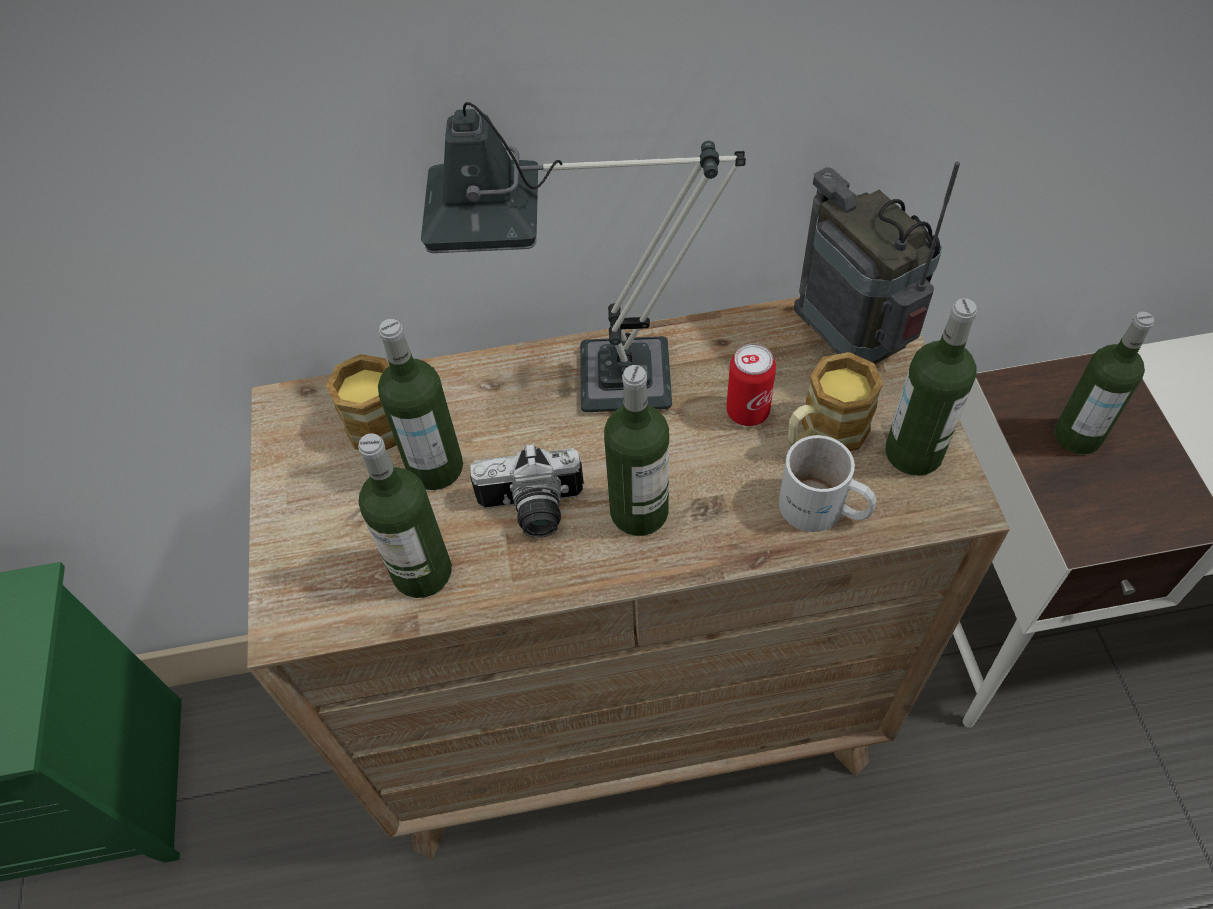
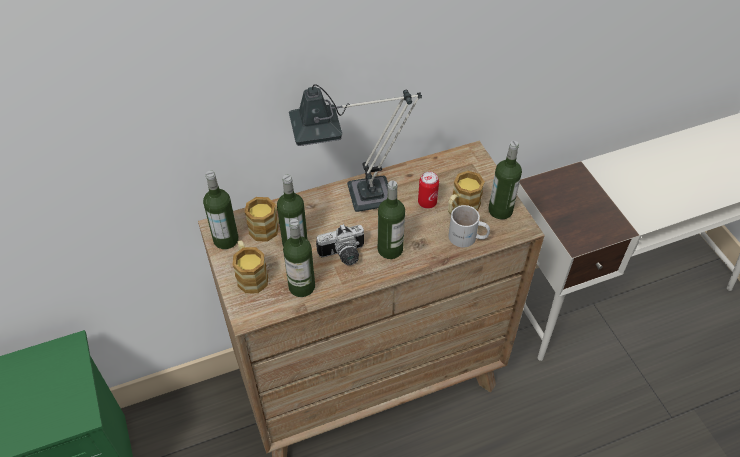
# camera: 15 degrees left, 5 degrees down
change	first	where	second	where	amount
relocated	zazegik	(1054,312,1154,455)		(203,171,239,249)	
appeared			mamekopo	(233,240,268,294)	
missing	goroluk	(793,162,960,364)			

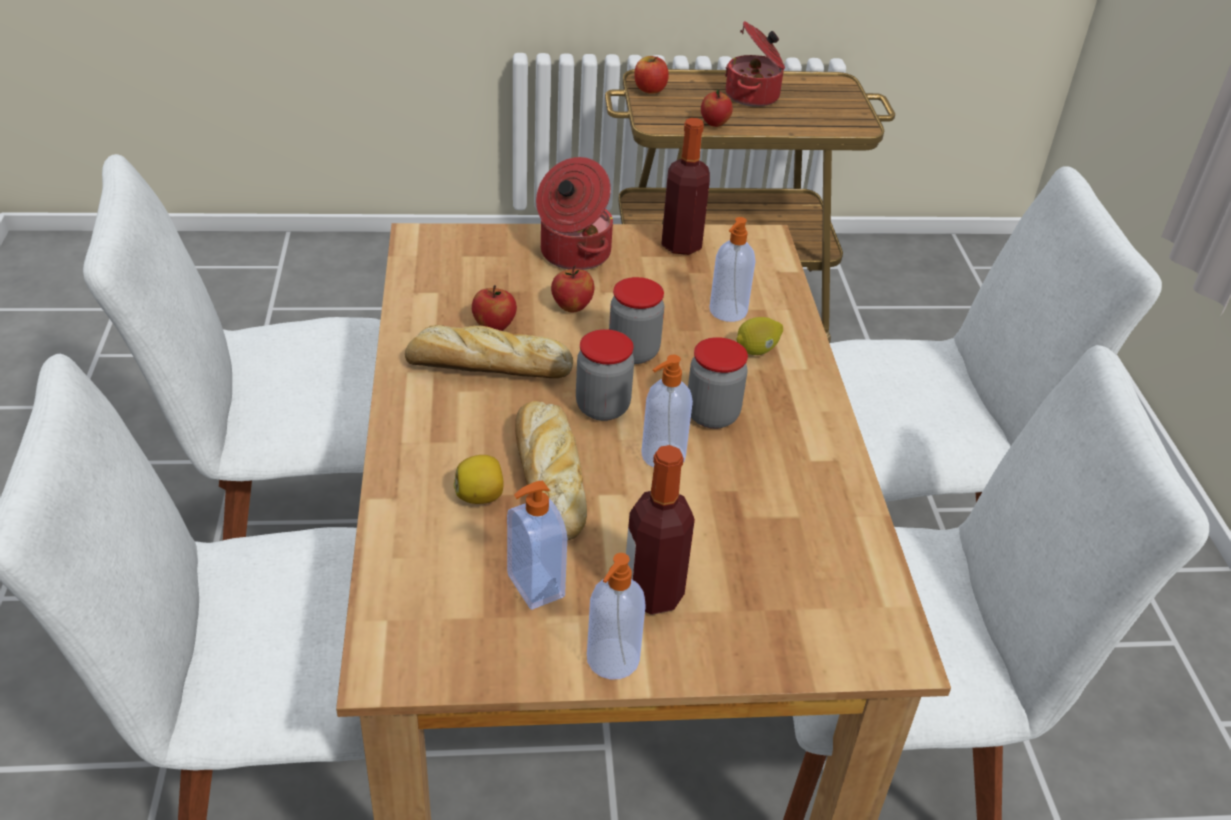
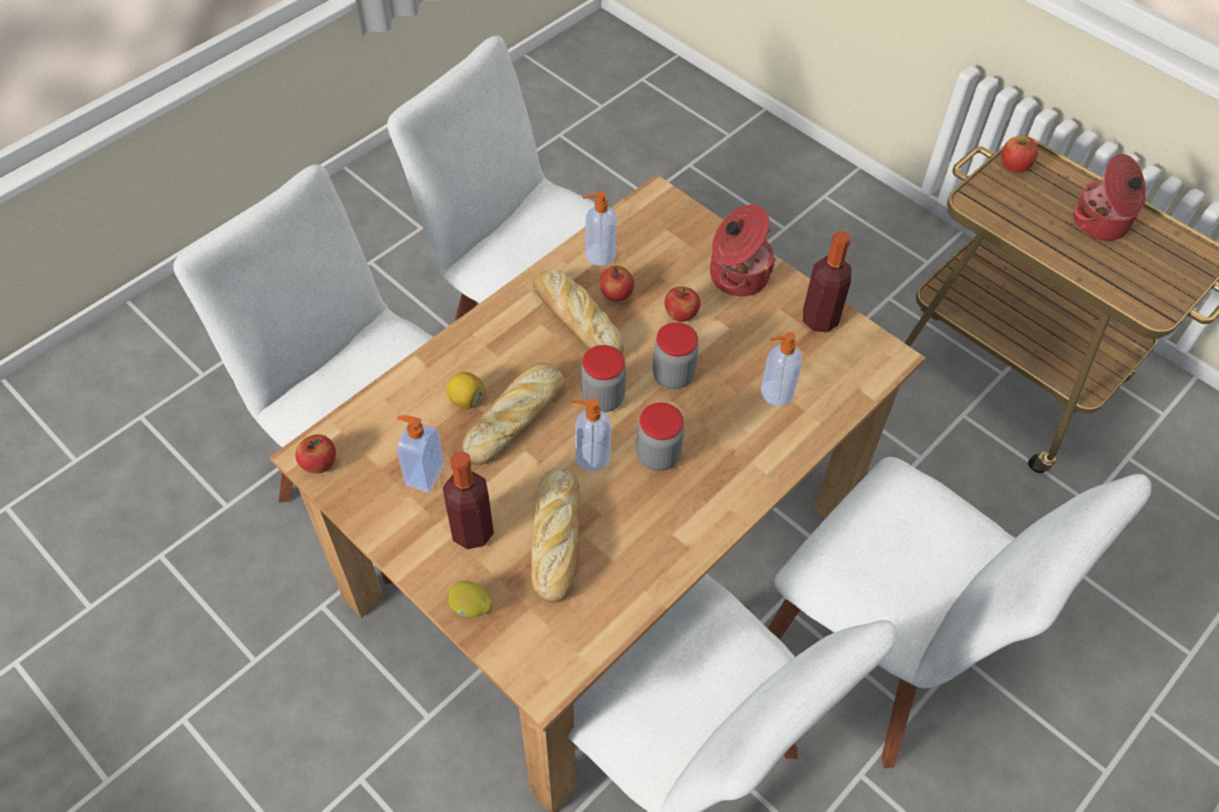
# camera: 50 degrees right, 15 degrees up
change	first	where	second	where	amount
relocated	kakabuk	(701,89,733,127)		(295,434,336,473)	
relocated	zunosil	(736,317,783,355)		(448,581,493,618)	
appeared			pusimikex	(531,468,580,603)	
relocated	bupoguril	(587,553,646,680)		(582,191,617,266)	

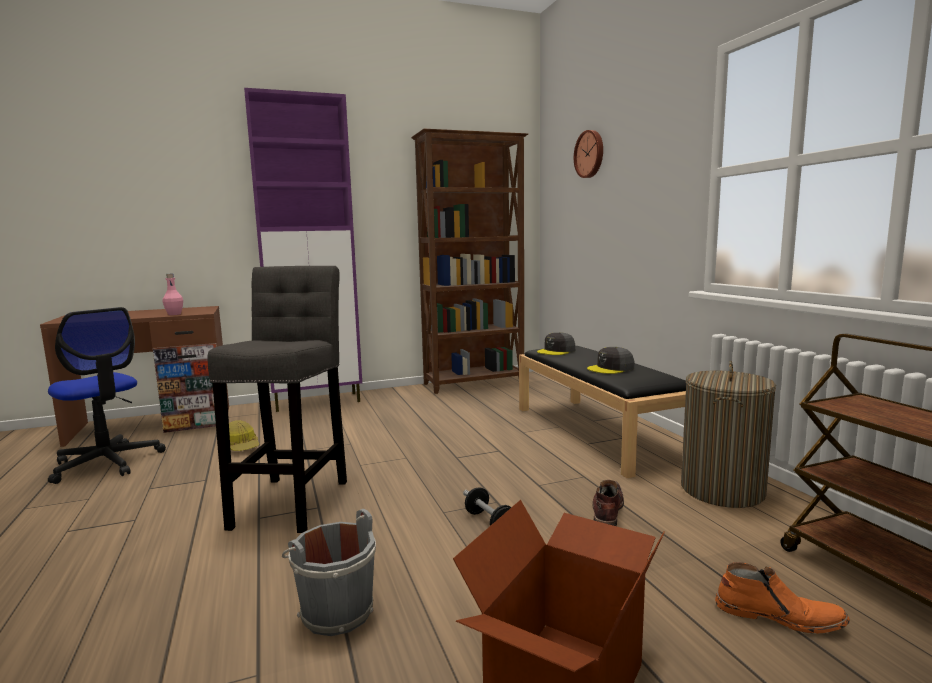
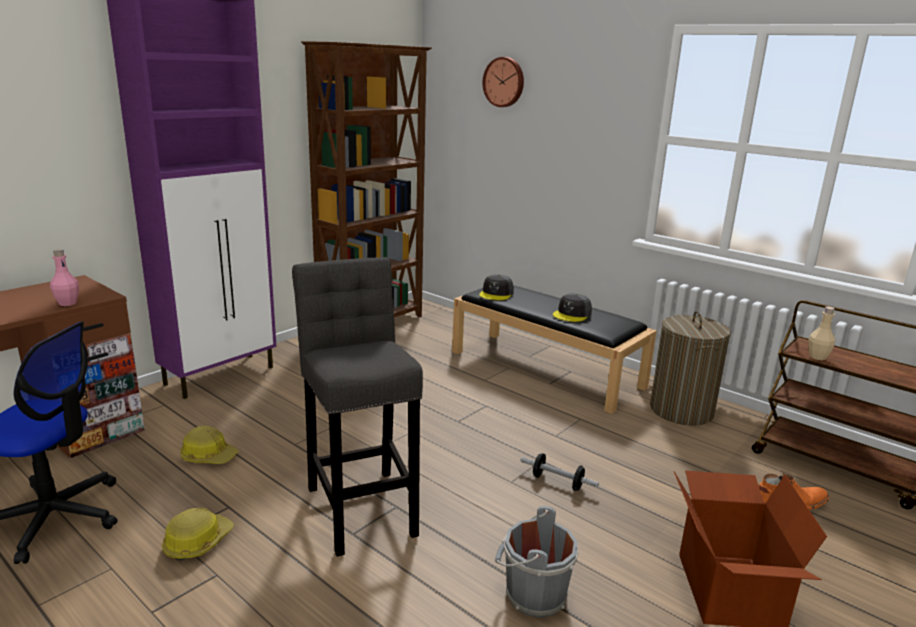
# camera: 30 degrees left, 10 degrees up
change	first	where	second	where	amount
appeared			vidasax	(162,508,234,560)	
appeared			beige zazegik	(808,306,835,360)	
missing	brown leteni	(592,480,624,526)			

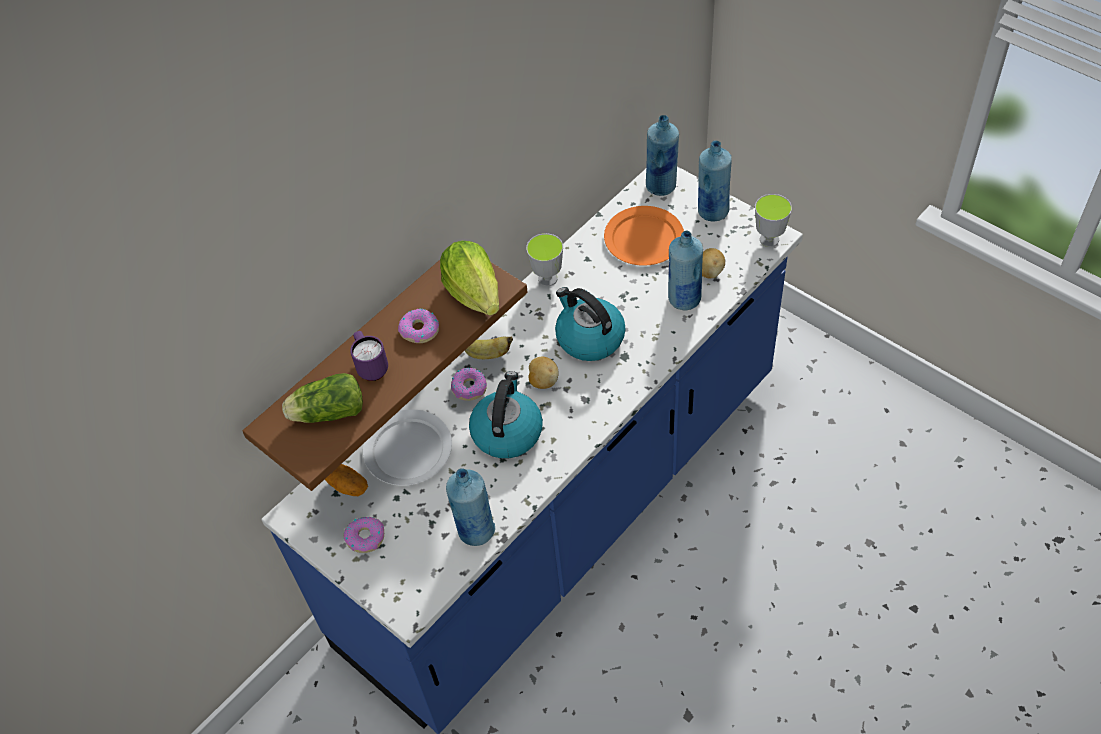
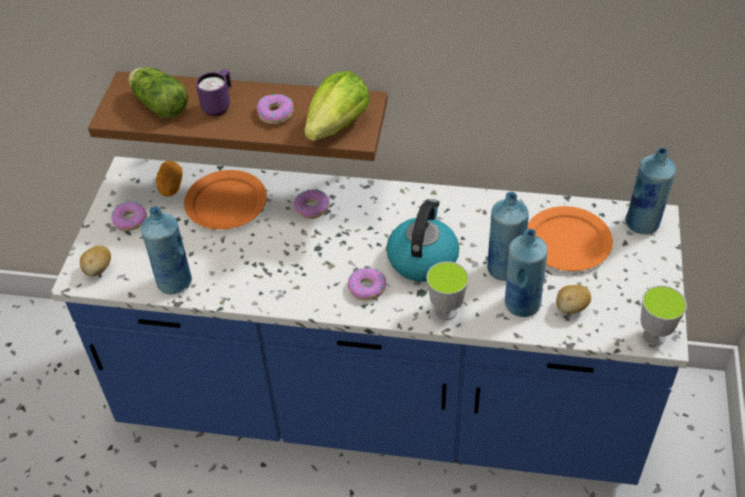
# camera: 55 degrees right, 5 degrees down
change	first	where	second	where	amount
relocated	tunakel	(529,357,559,389)		(80,245,111,277)	
colour	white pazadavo	(363,410,452,486)	orange pazadavo	(184,170,267,230)	
appeared			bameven	(348,267,386,301)	
relocated	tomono	(526,233,563,286)		(427,261,469,320)	
relocated	blue zazegik	(698,141,732,222)		(487,192,529,281)	
missing	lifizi	(465,336,513,359)			
missing	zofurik	(469,371,543,458)			

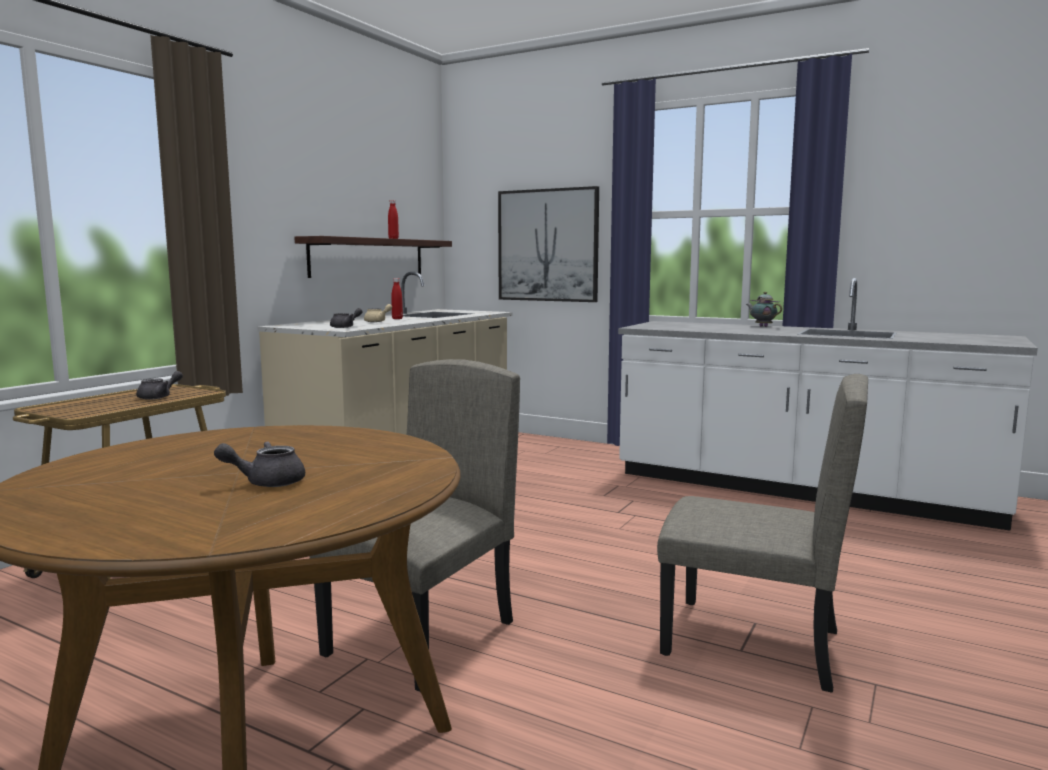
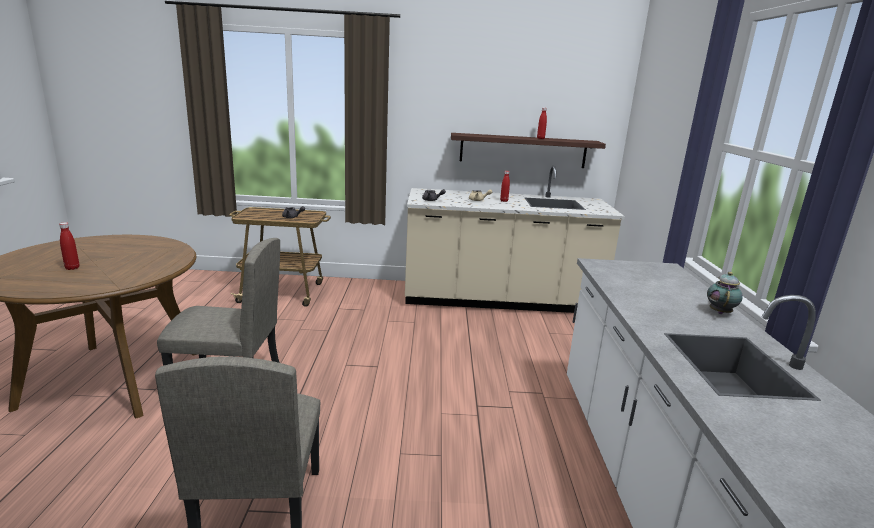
# camera: 60 degrees right, 10 degrees up
change	first	where	second	where	amount
exchanged	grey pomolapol	(214,441,305,487)	red zazegik	(59,222,79,270)	
missing	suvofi	(498,186,599,302)			

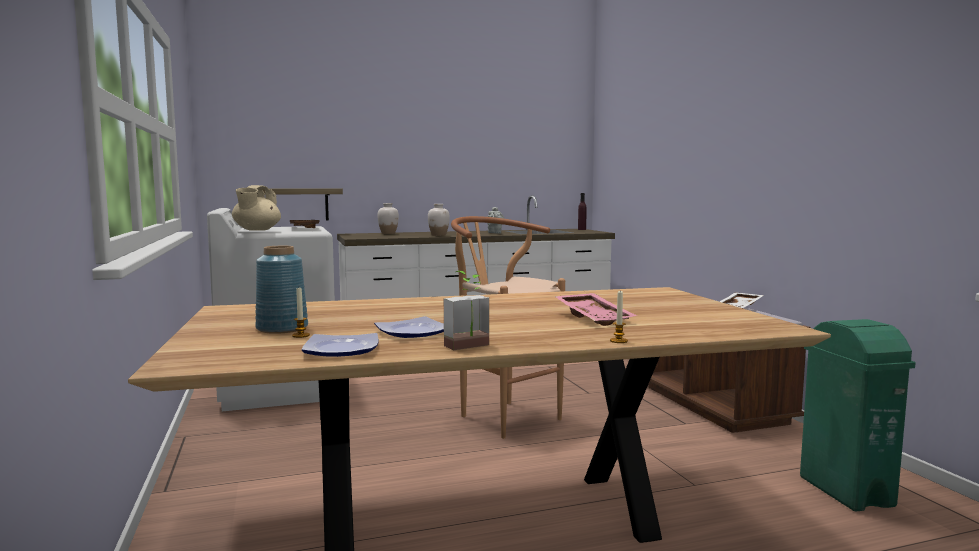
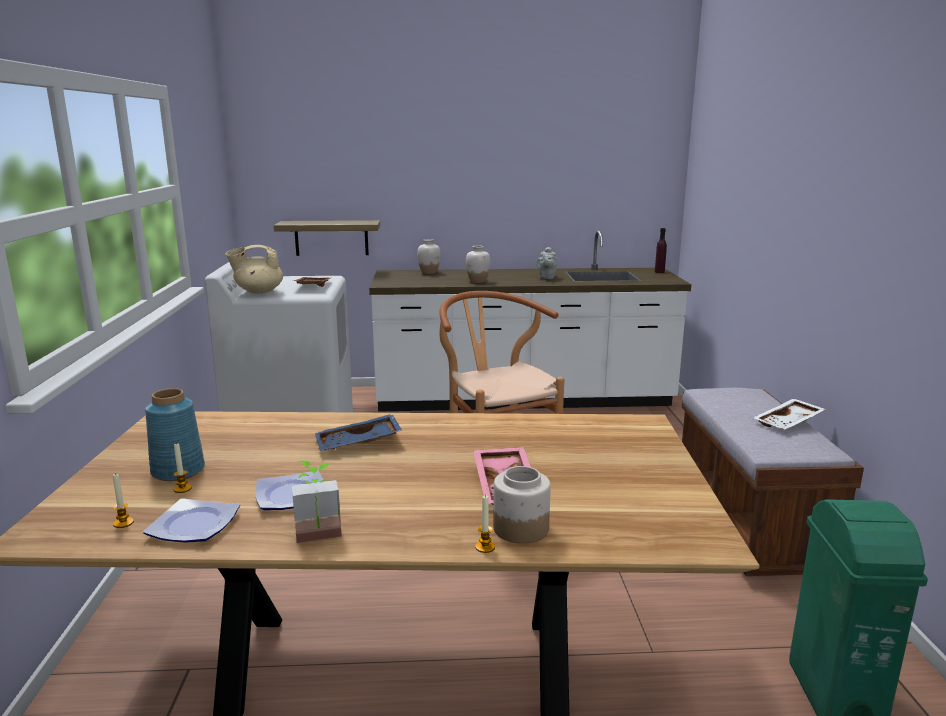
# camera: 15 degrees right, 10 degrees up
change	first	where	second	where	amount
appeared			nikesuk	(113,473,134,528)	
spun	beige pomolapol	(232,185,281,231)		(225,245,283,294)	45 degrees clockwise
appeared			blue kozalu	(315,414,402,451)	
appeared			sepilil	(493,466,551,544)	

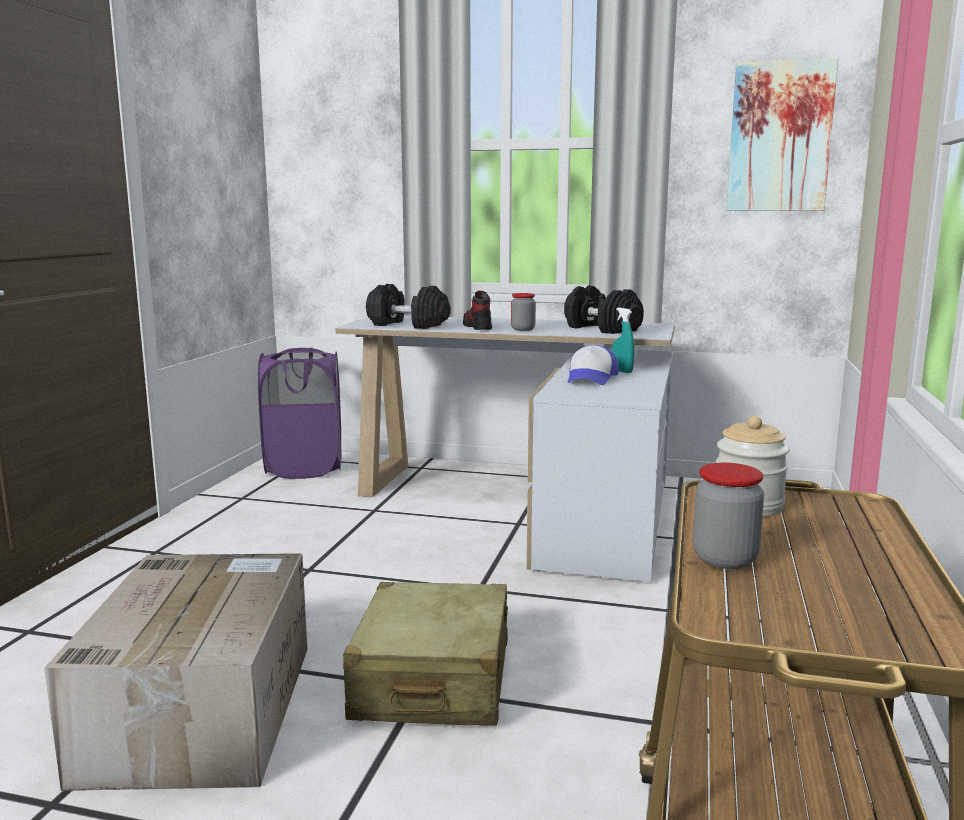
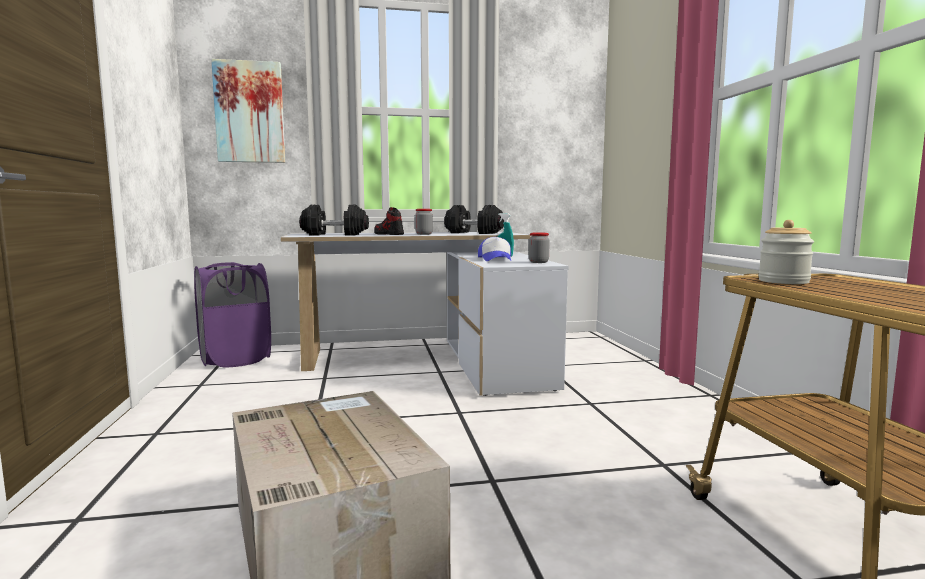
# camera: 25 degrees left, 5 degrees down
change	first	where	second	where	amount
relocated	suvofi	(727,58,838,211)		(211,59,285,163)	
relocated	sepilil	(693,462,764,569)		(529,232,550,263)	
missing	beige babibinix	(343,582,508,726)			

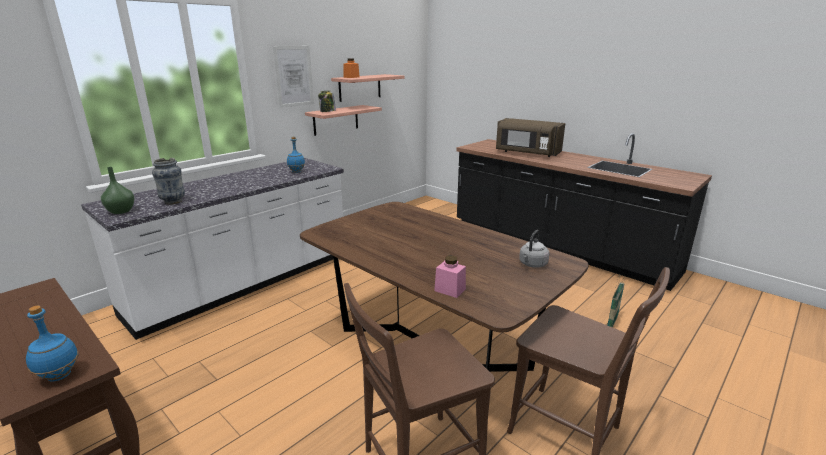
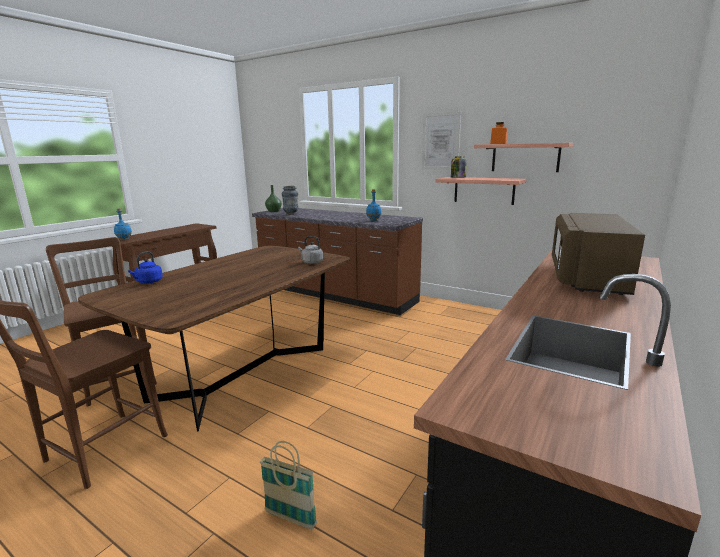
# camera: 80 degrees right, 5 degrees down
change	first	where	second	where	amount
exchanged	pink sepilil	(434,255,466,298)	blue zofurik	(128,251,163,284)	
colour	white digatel	(81,158,344,340)	brown digatel	(252,208,423,315)	
relocated	grey zofurik	(519,230,550,268)		(298,236,323,264)	

